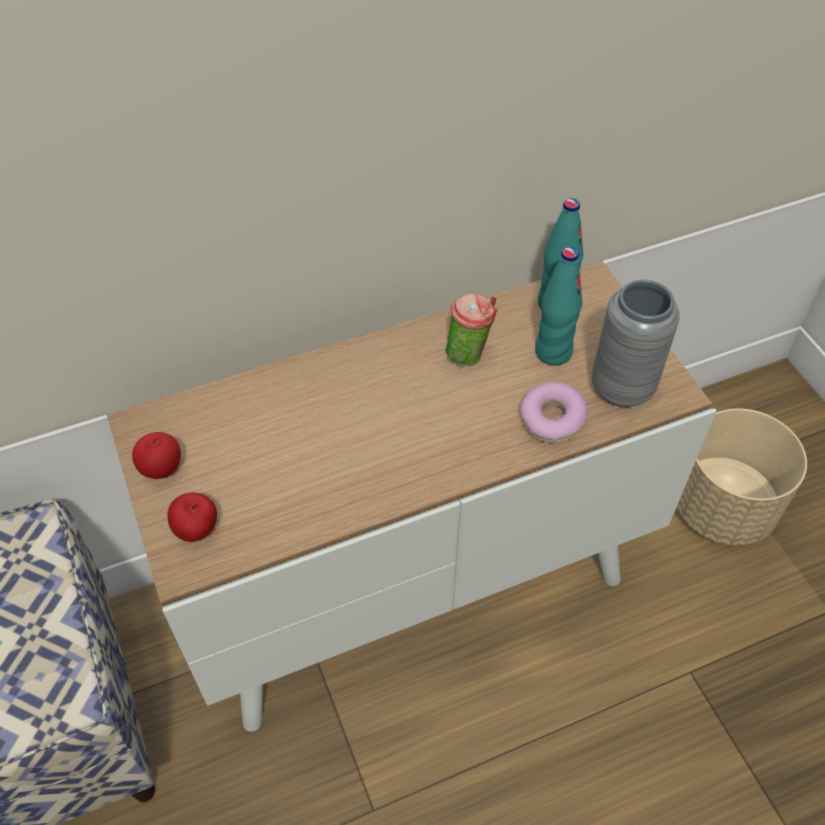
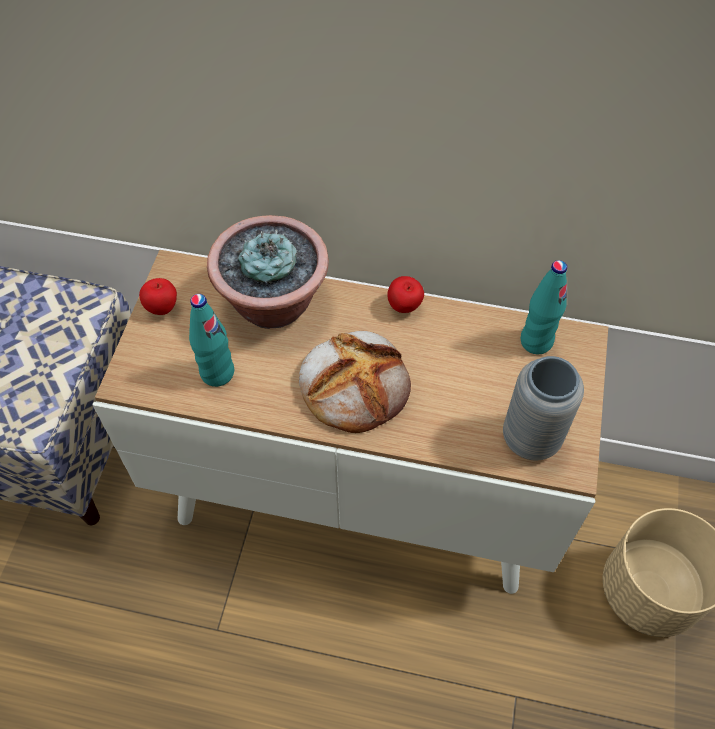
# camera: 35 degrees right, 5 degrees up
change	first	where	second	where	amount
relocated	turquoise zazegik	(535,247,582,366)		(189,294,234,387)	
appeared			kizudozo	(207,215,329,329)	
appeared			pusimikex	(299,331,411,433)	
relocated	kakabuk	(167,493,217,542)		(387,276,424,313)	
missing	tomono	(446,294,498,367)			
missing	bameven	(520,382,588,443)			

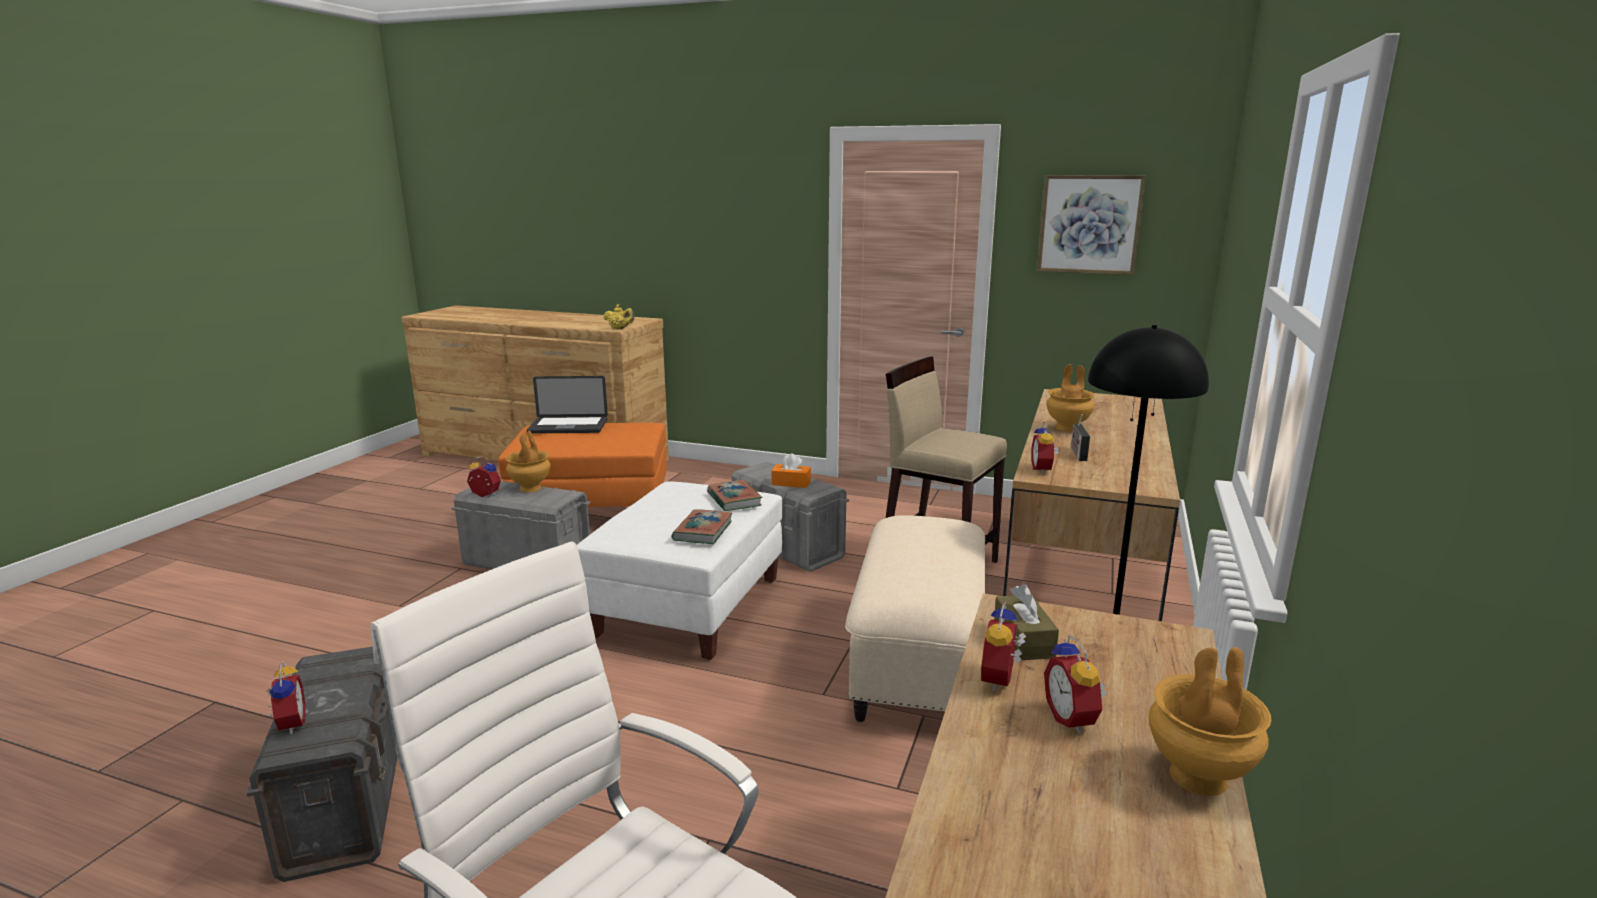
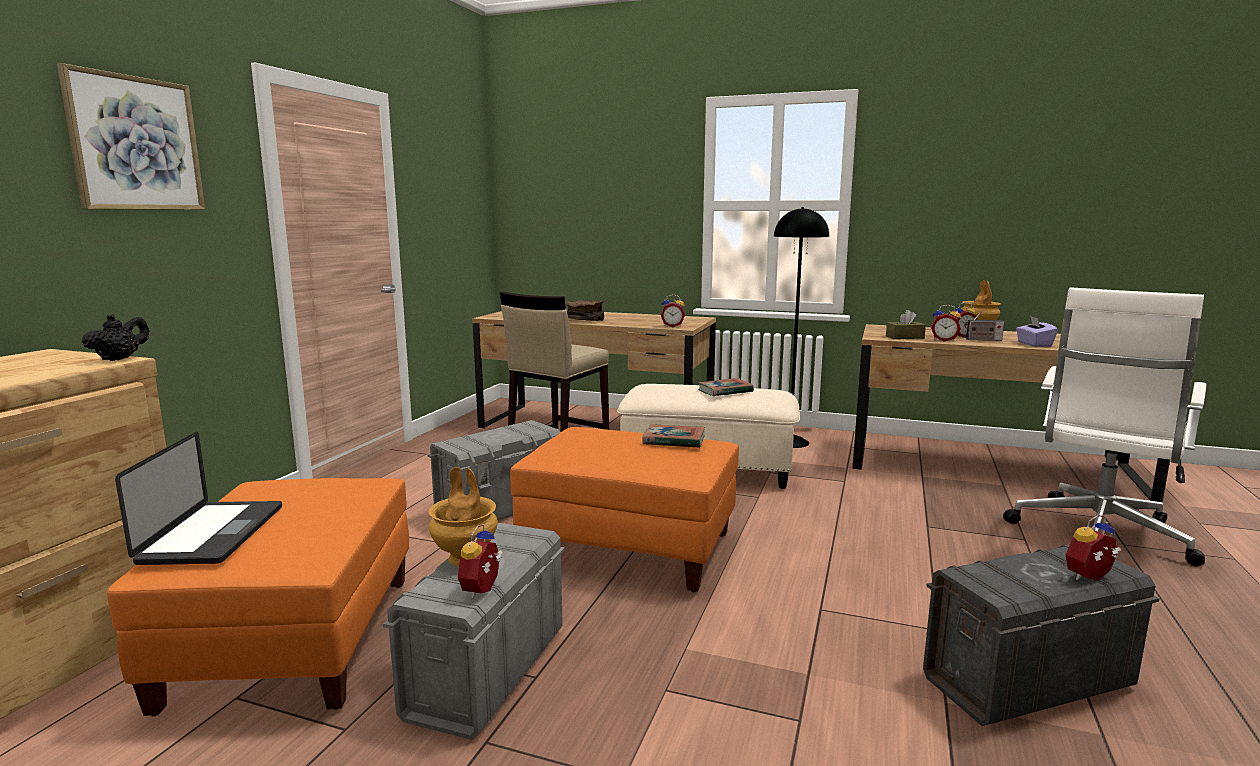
# camera: 90 degrees left, 5 degrees down
change	first	where	second	where	amount
relocated	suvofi	(1037,175,1146,275)		(57,63,205,210)	
colour	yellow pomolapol	(603,304,634,329)	black pomolapol	(82,314,150,361)	
colour	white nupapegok	(577,481,782,660)	orange nupapegok	(510,427,739,592)	
exchanged	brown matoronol	(1046,364,1095,432)	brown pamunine	(565,300,604,321)	
relocated	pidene	(707,480,762,511)		(698,378,754,396)	
relocated	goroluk	(1071,414,1090,461)		(964,310,1005,341)	
appeared			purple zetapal	(1016,316,1058,347)	
missing	orange zetapal	(771,454,811,488)			

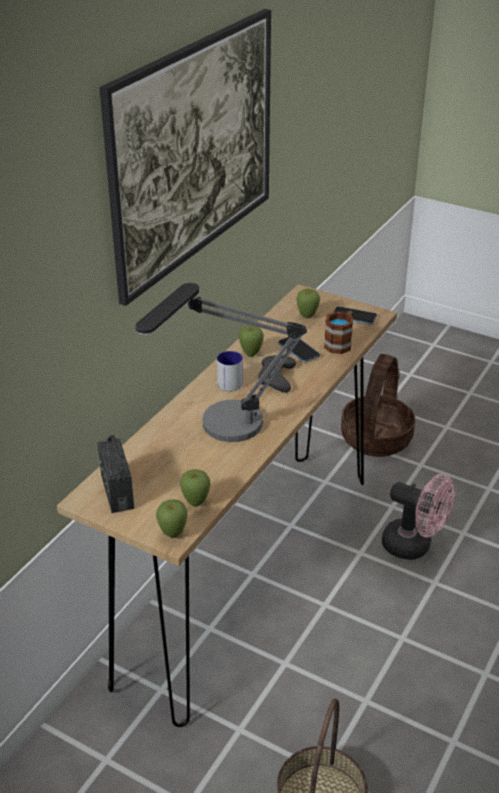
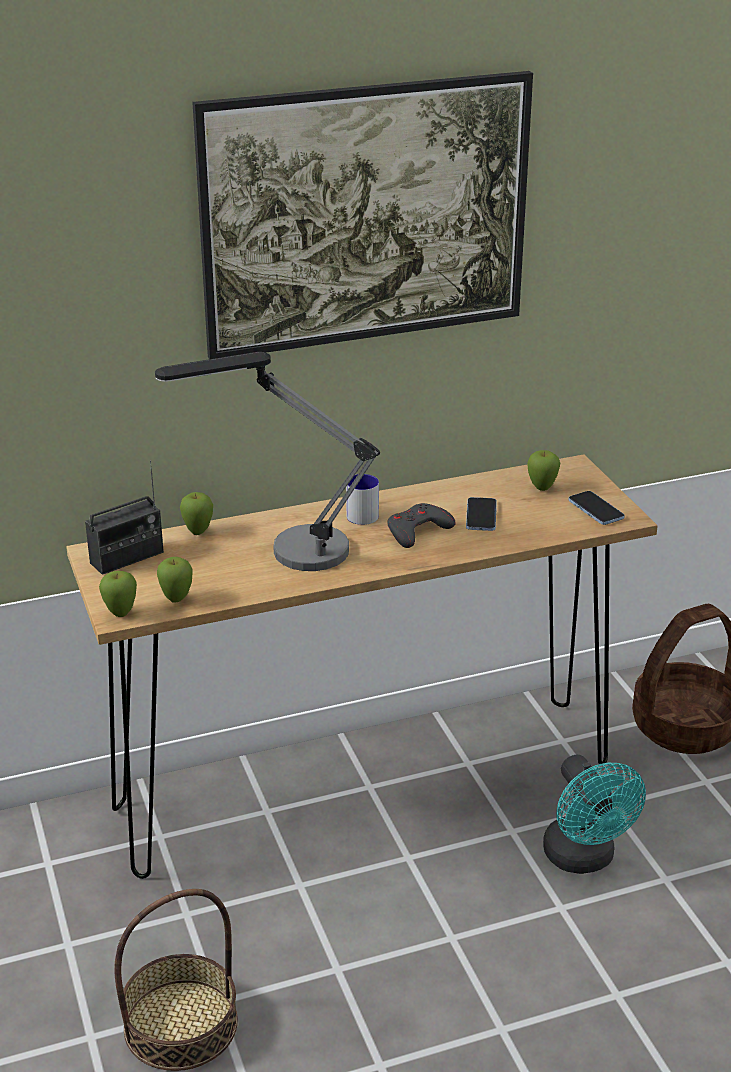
# camera: 40 degrees right, 5 degrees down
change	first	where	second	where	amount
spun	goroluk	(97,435,134,513)		(85,460,164,575)	150 degrees counterclockwise
relocated	kakabuk	(239,325,264,357)		(180,492,213,535)	
colour	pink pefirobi	(382,474,454,560)	turquoise pefirobi	(543,755,646,874)	
missing	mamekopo	(324,311,354,354)			

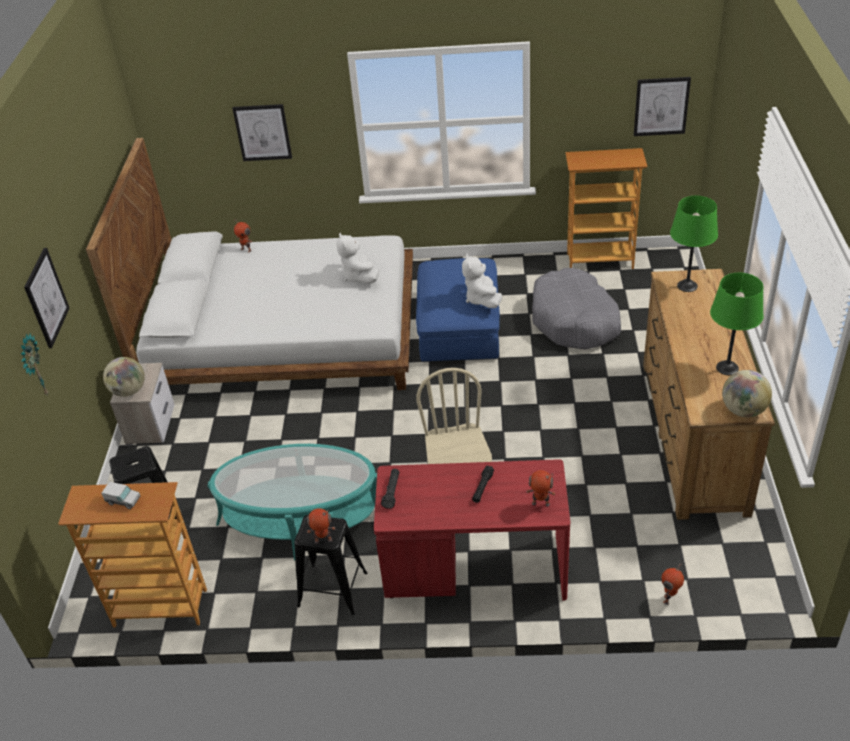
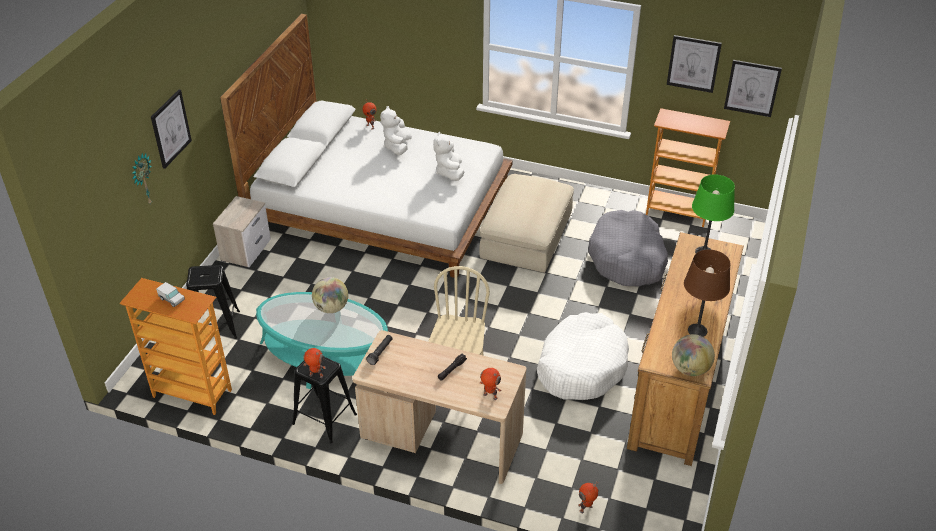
# camera: 15 degrees right, 0 degrees up
change	first	where	second	where	amount
relocated	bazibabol	(103,357,145,397)		(312,277,348,313)	
colour	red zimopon	(374,459,570,601)	beige zimopon	(352,330,526,484)	
relocated	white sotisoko	(462,254,502,308)		(380,106,412,155)	
colour	blue nupapegok	(416,258,500,361)	beige nupapegok	(479,174,574,273)	
appeared			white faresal	(537,312,629,400)	
relocated	suvofi	(232,104,292,161)		(667,35,722,93)	
colour	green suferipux	(710,273,764,375)	brown suferipux	(684,249,730,337)	

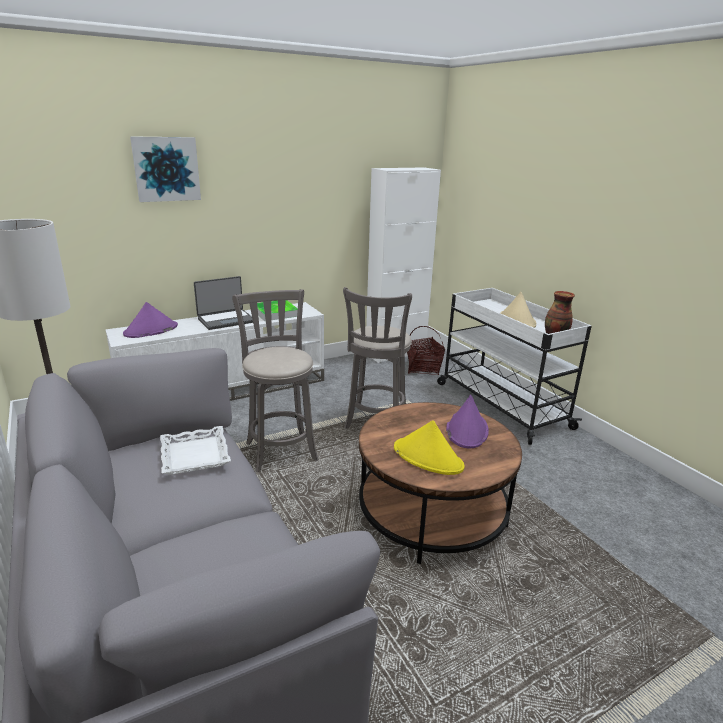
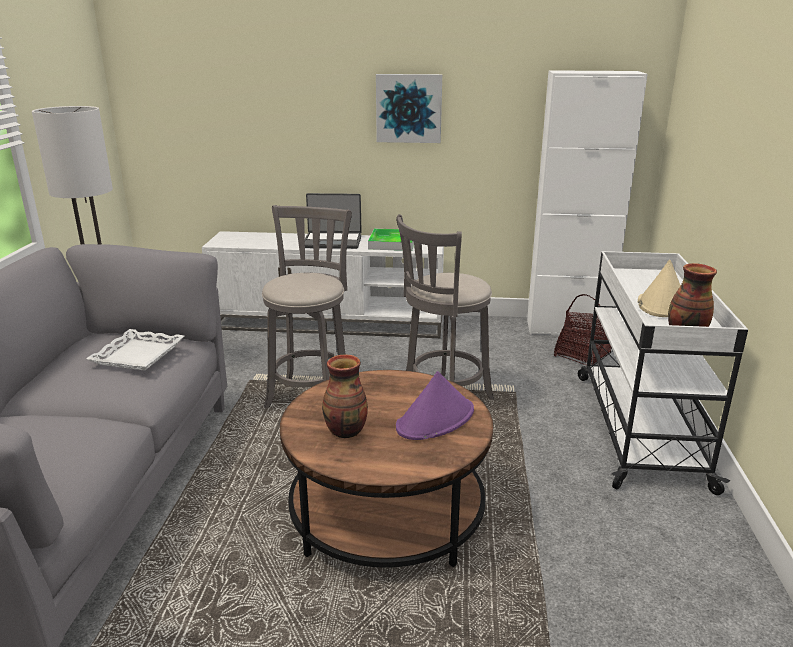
# camera: 35 degrees right, 0 degrees up
change	first	where	second	where	amount
exchanged	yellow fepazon	(394,420,464,475)	matoronol	(322,355,368,438)	
relocated	suvofi	(130,136,201,202)		(376,74,442,143)	
missing	purple fepazon	(123,302,178,338)			

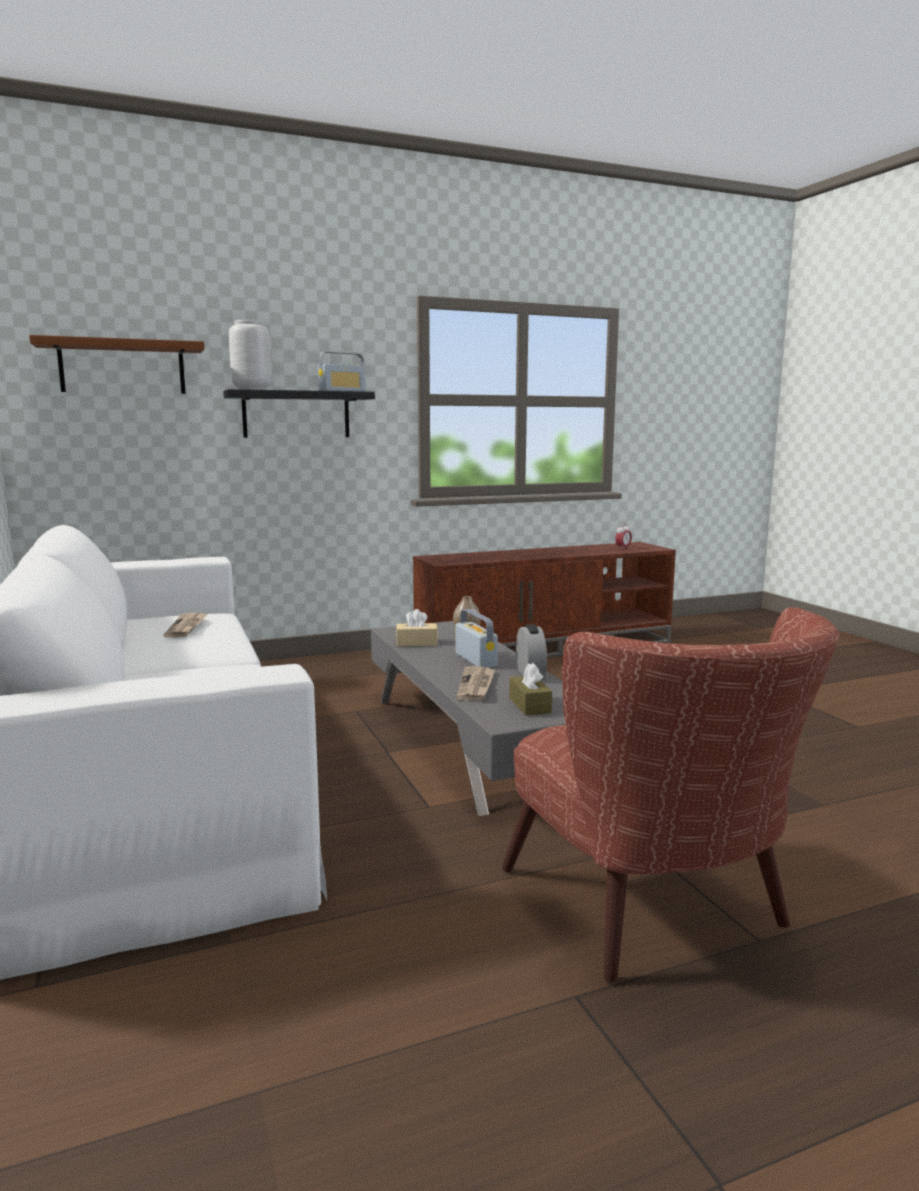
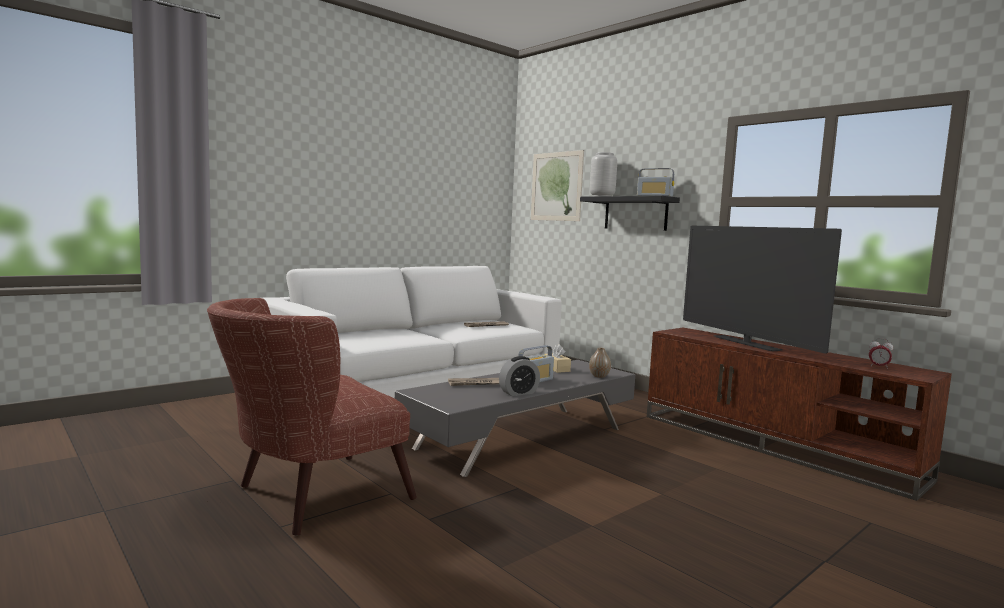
# camera: 70 degrees right, 5 degrees down
change	first	where	second	where	amount
exchanged	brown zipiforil	(29,335,205,394)	suvofi	(531,150,584,221)	
appeared			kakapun	(683,226,842,354)	
missing	brown zetapal	(509,663,552,716)			

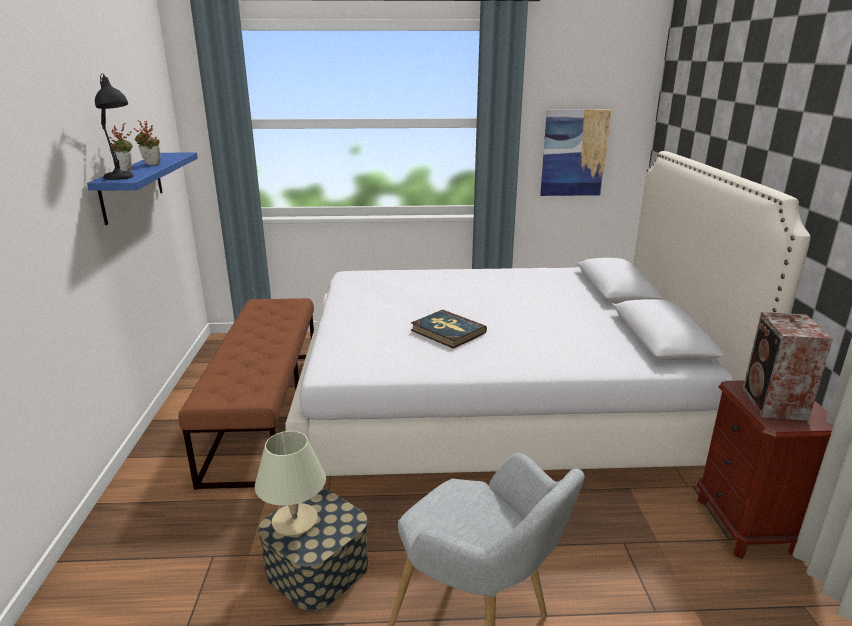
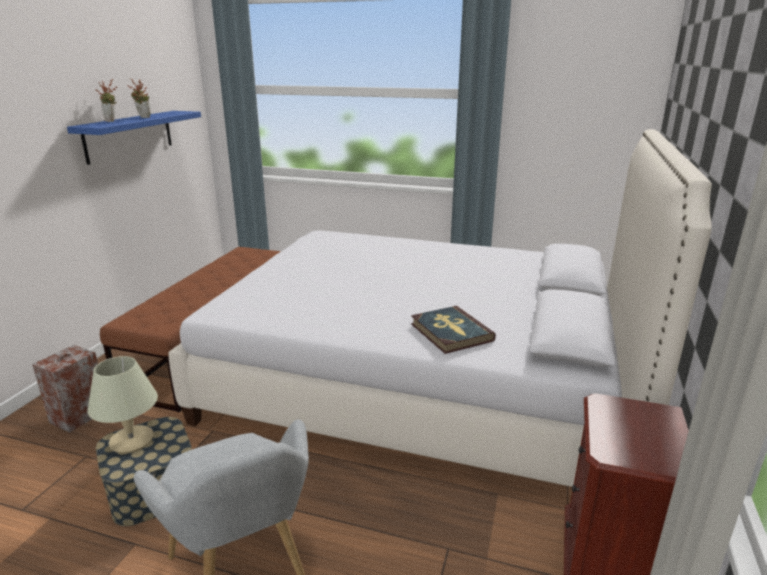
# camera: 20 degrees right, 0 degrees up
change	first	where	second	where	amount
relocated	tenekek	(743,312,833,421)		(32,345,98,433)	
relocated	pidene	(411,310,487,349)		(411,306,496,354)	
missing	black suferipux	(95,73,133,180)			
missing	suvofi	(540,109,611,196)			

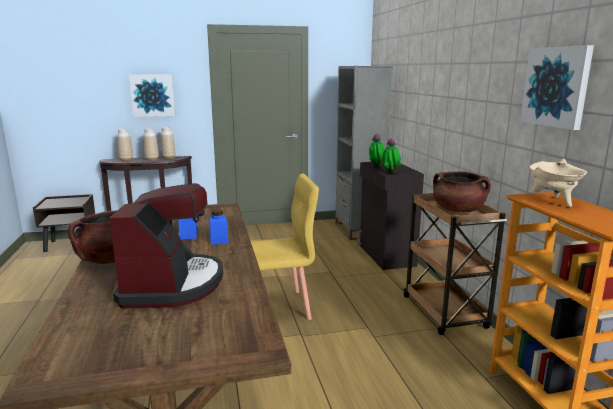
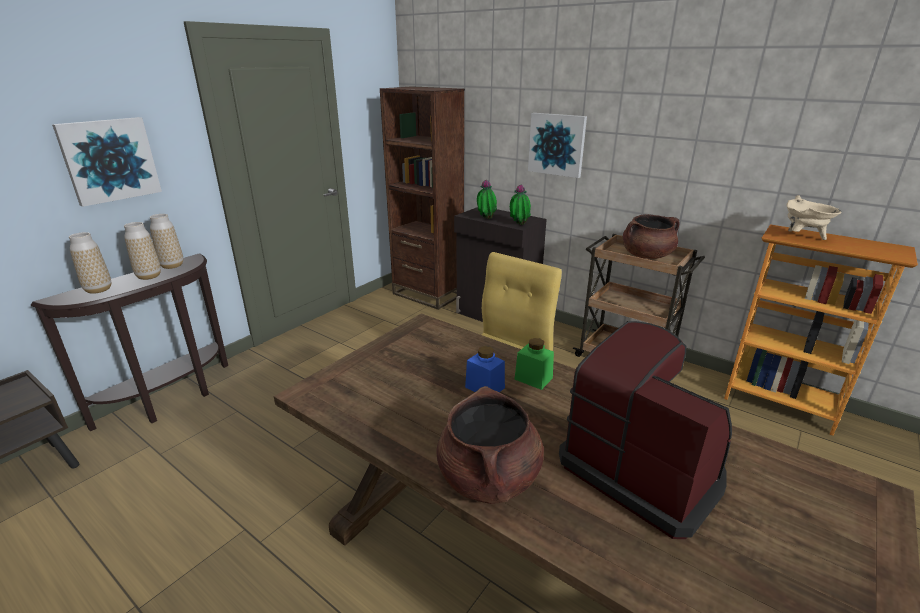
# camera: 40 degrees left, 10 degrees up
change	first	where	second	where	amount
colour	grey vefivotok	(335,66,392,240)	brown vefivotok	(380,86,465,310)	
colour	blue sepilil	(209,210,229,245)	green sepilil	(515,338,554,390)	
relocated	suvofi	(520,45,594,130)		(528,113,587,178)	

